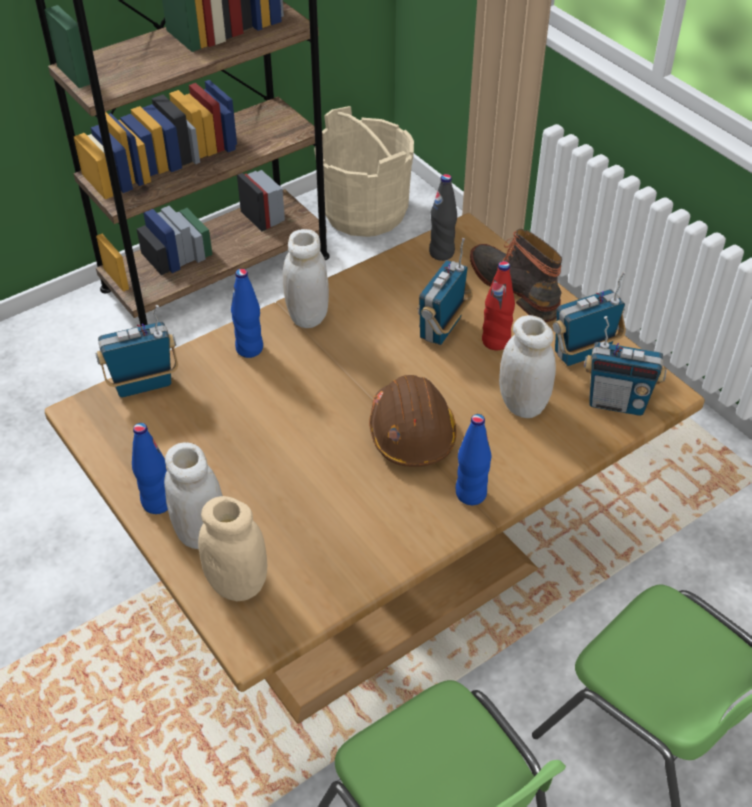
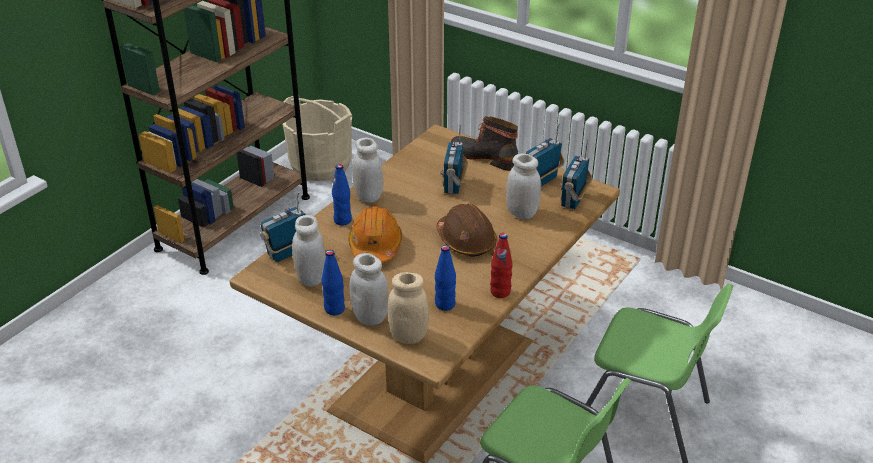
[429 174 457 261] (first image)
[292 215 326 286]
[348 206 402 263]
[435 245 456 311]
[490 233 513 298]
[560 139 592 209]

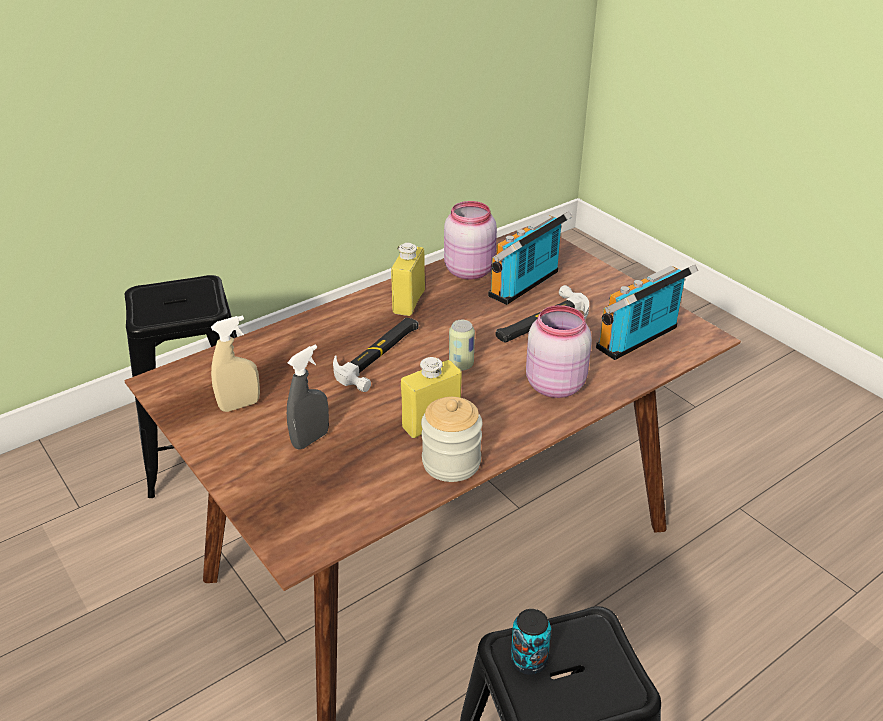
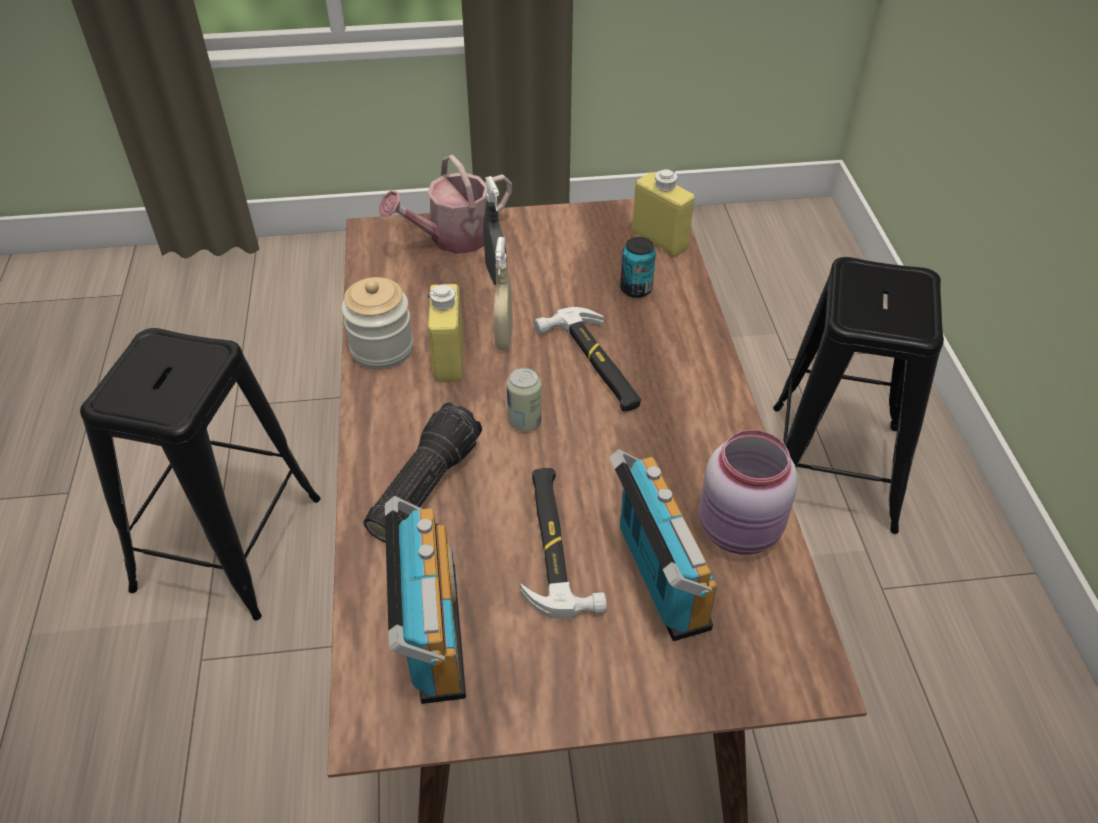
[379 155 512 254]
[494 237 513 351]
[632 169 695 257]
[620 237 656 298]
[364 403 482 542]

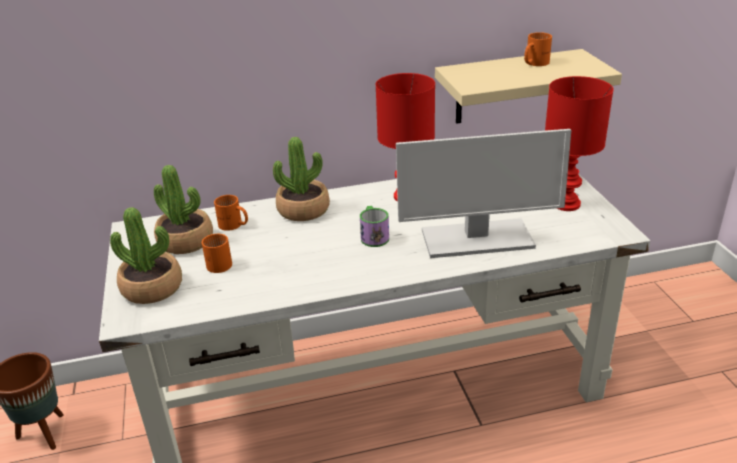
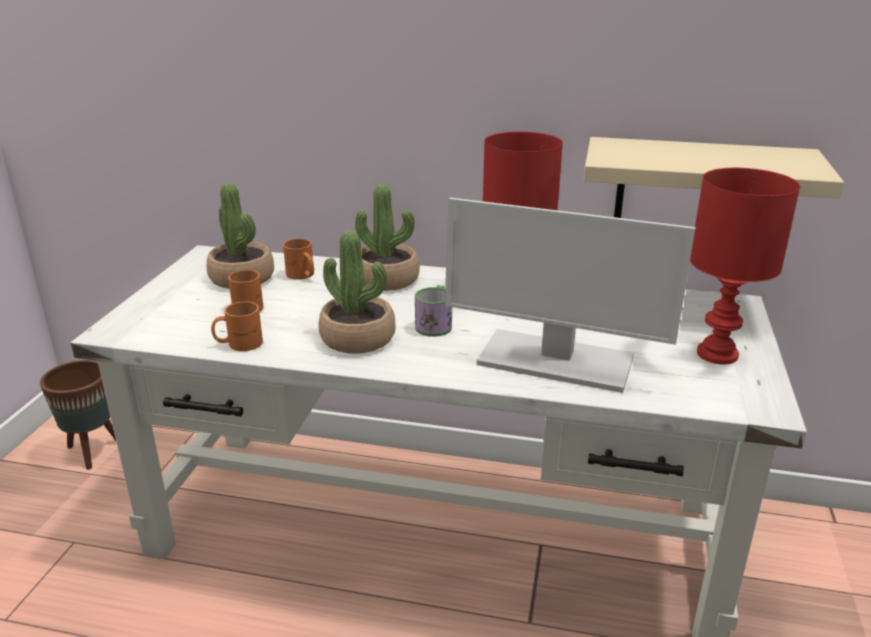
[318 230 396 353]
[211 301 263 351]

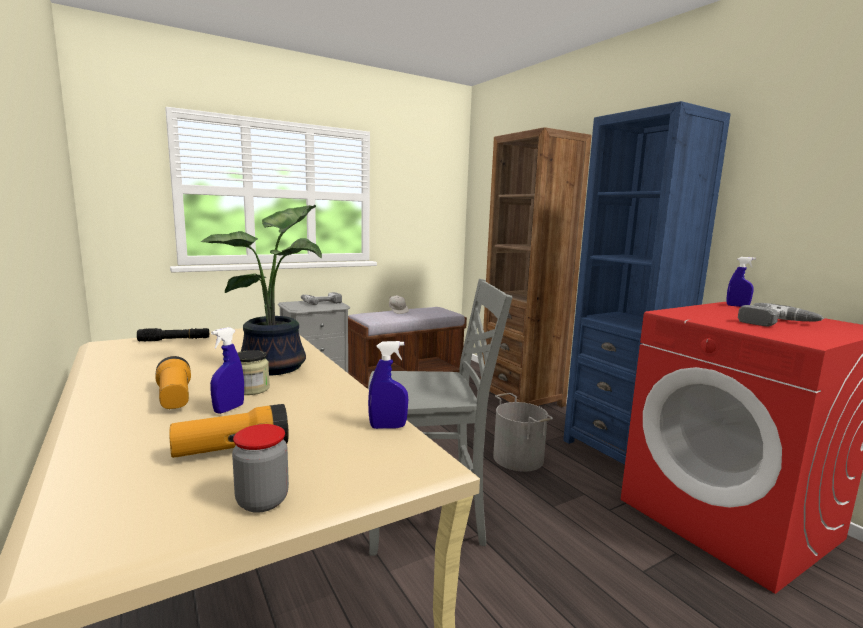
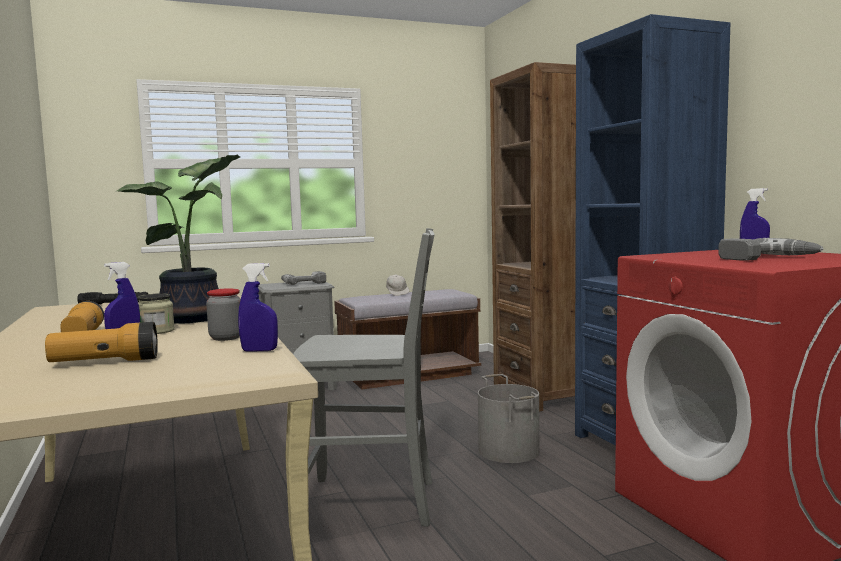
[206 288 241 341]

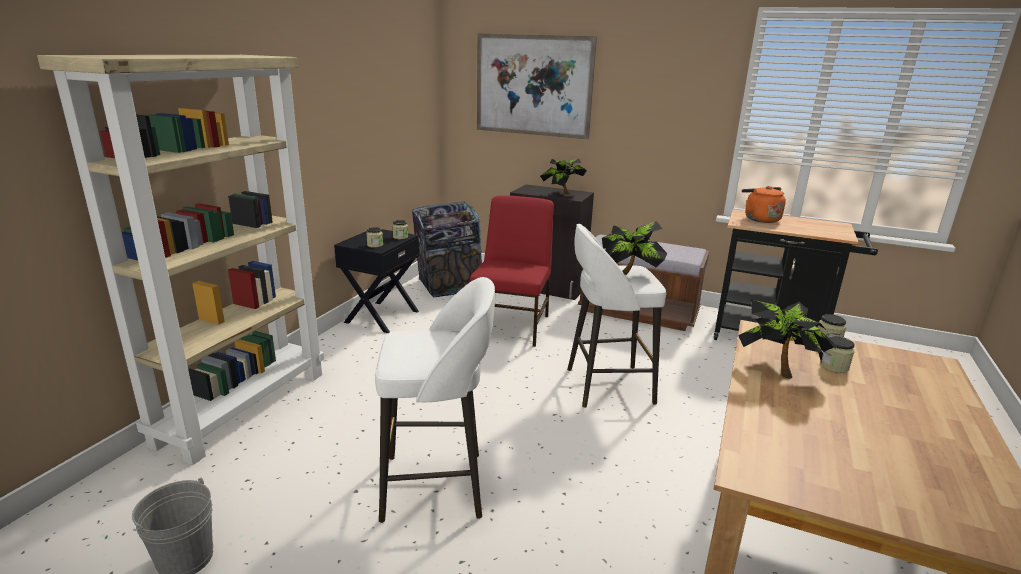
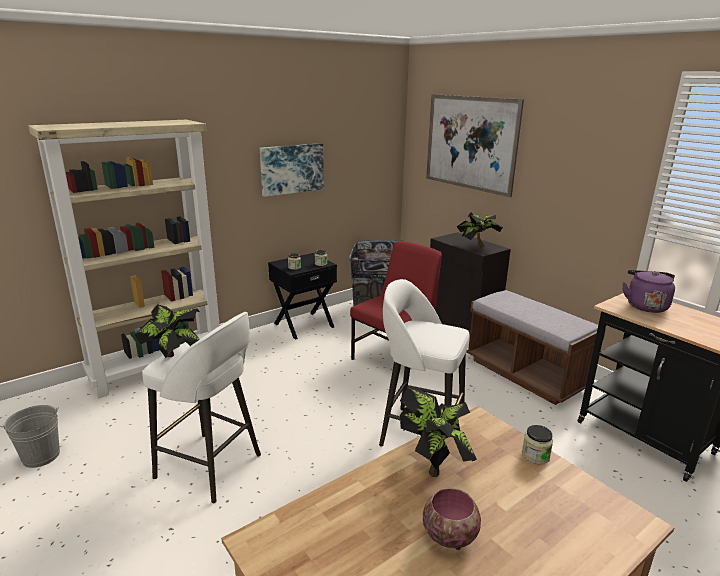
[820 336 855 373] (first image)
[260 143 324 197]
[423 488 481 550]
[135 304 200 358]
[623 270 675 313]

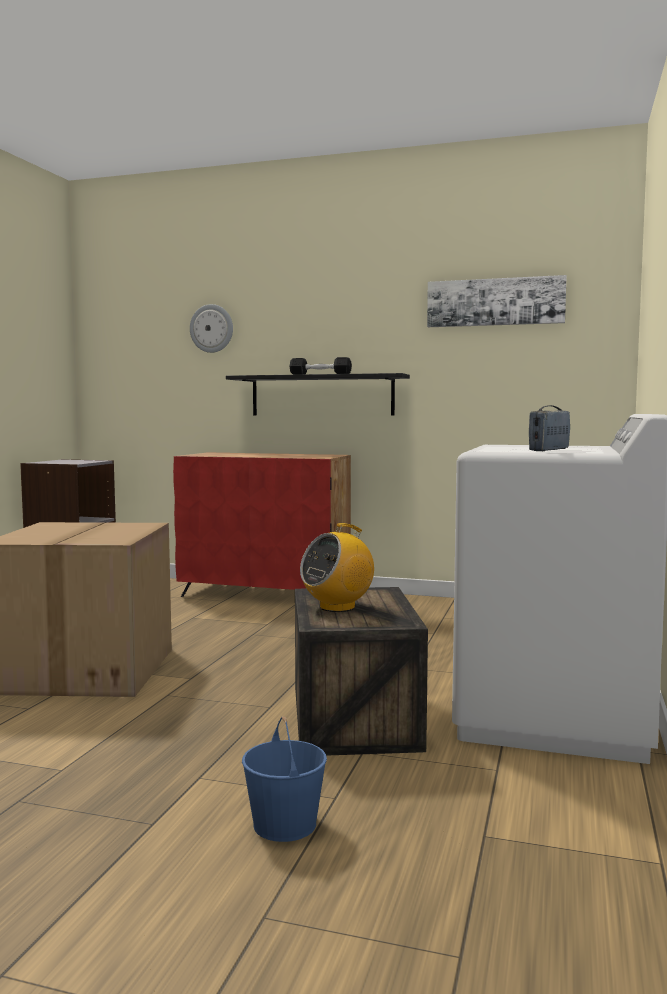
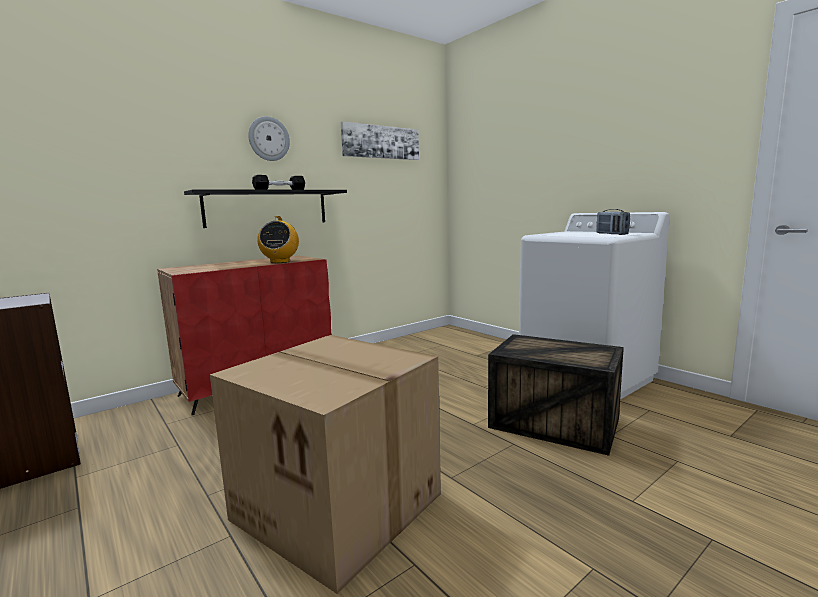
[242 716 327 842] (first image)
[248 116 290 161]
[257 216 299 263]

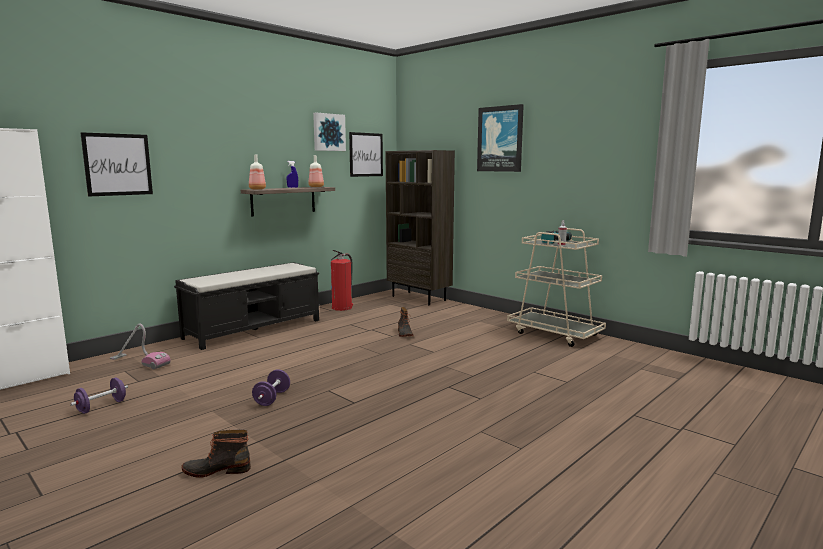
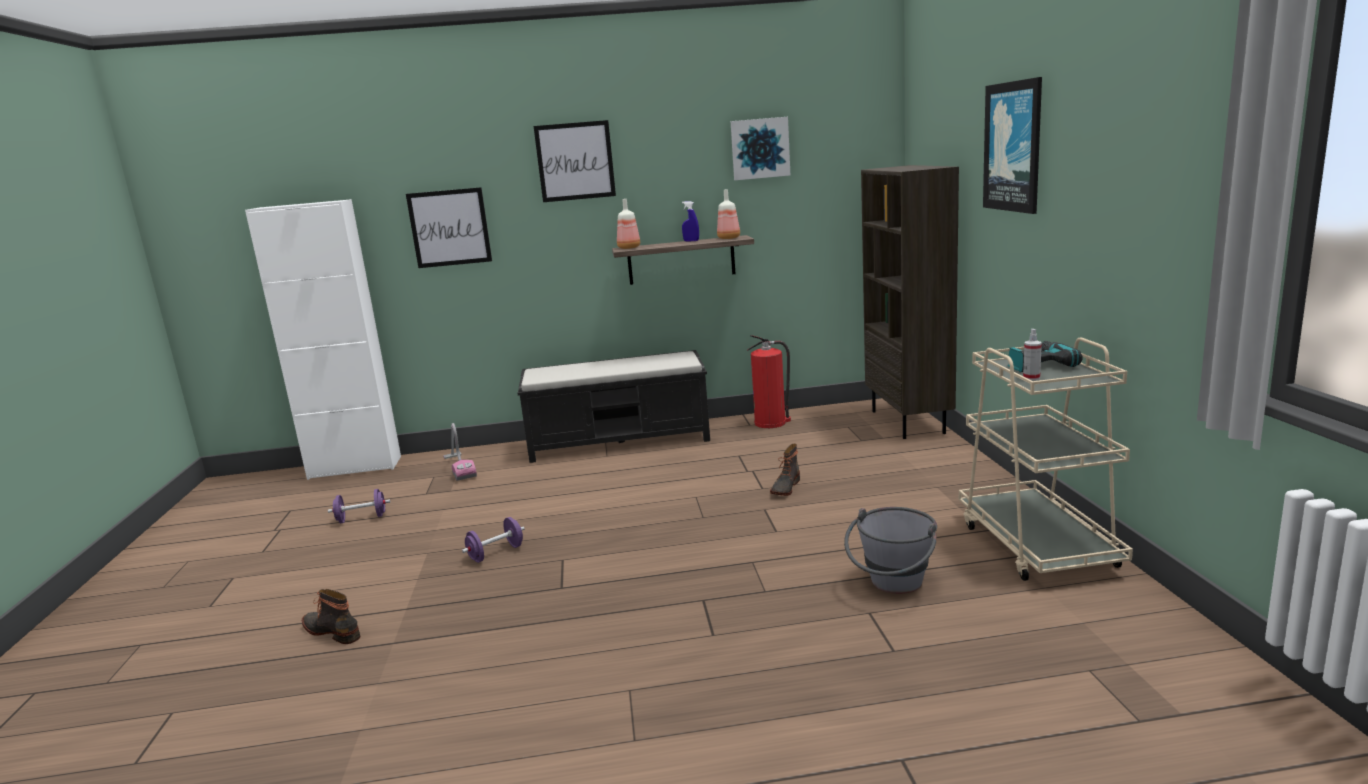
[844 507 937 594]
[534 120 616 202]

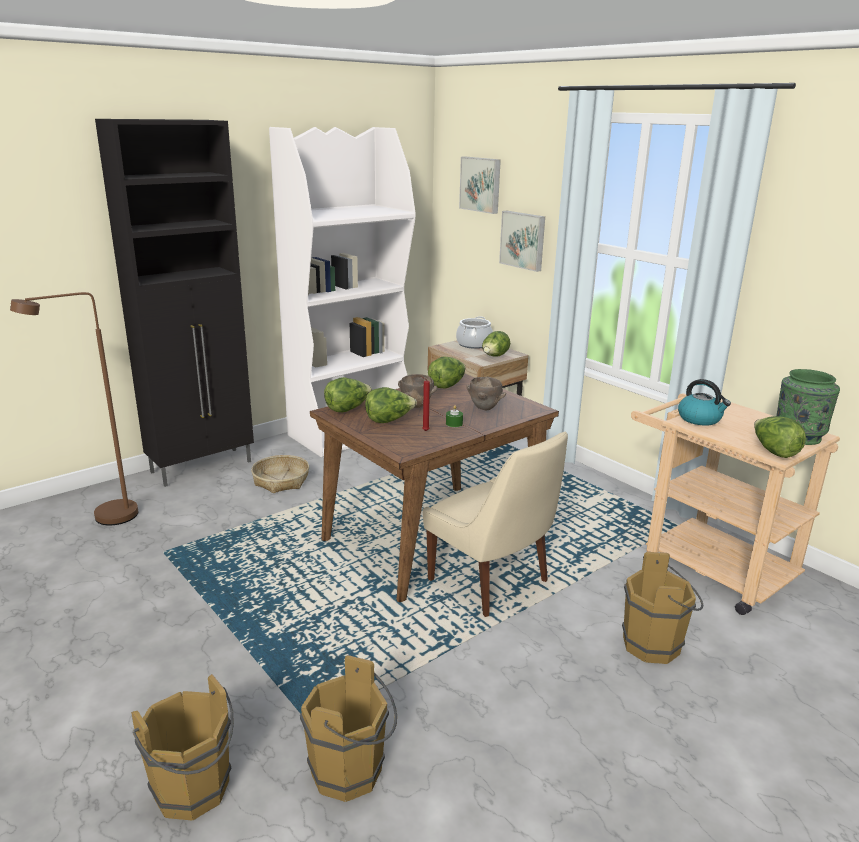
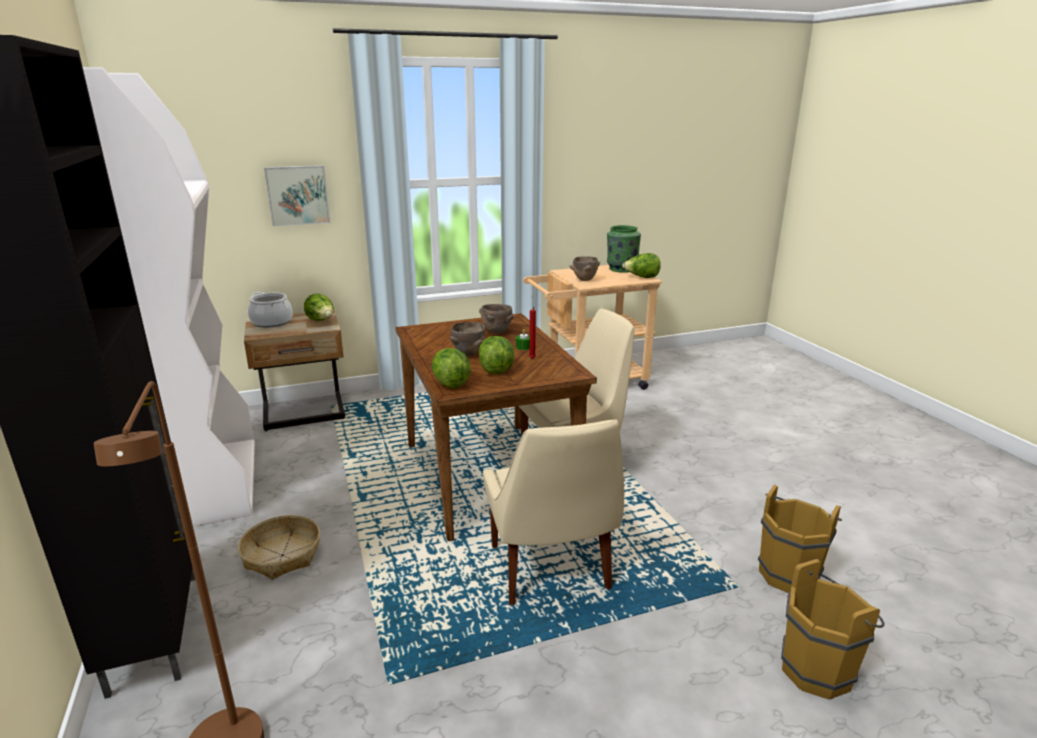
[428 357 466 388] (first image)
[459 157 501 214] (first image)
[622 552 703 664] (first image)
[483 420 624 605]
[570 256 600 281]

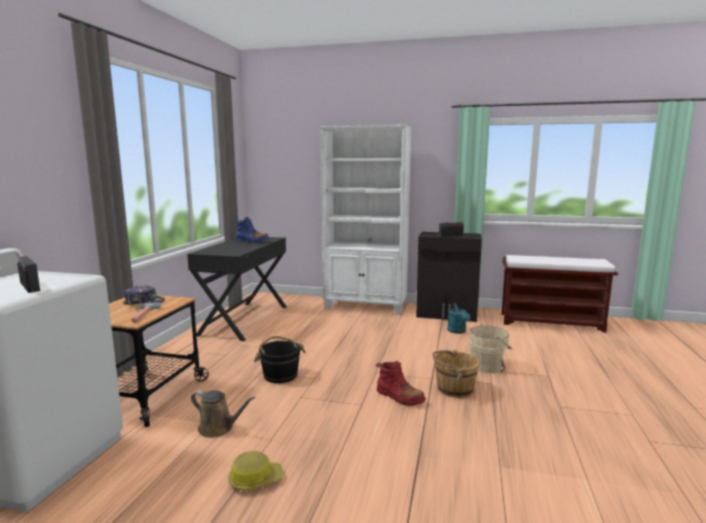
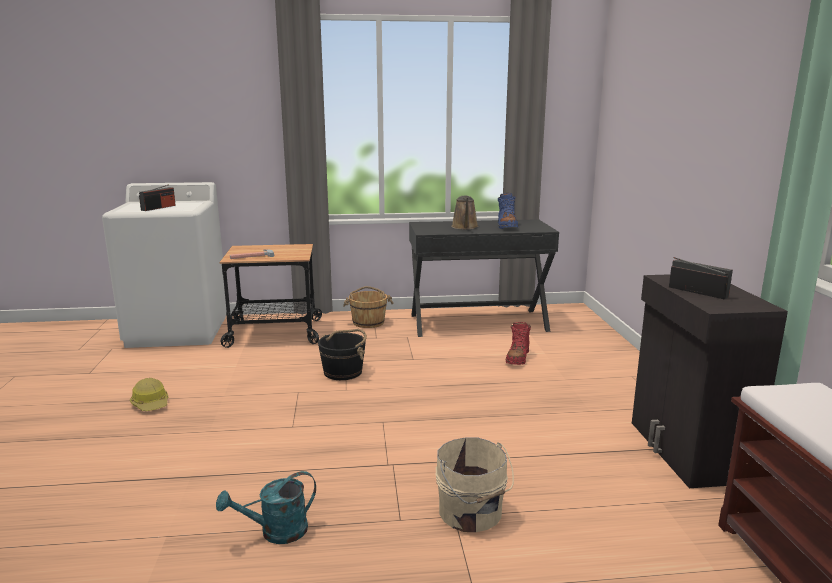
[123 285 165 305] (first image)
[321 124 411 315] (first image)
[451 195 479 230]
[506 322 531 365]
[343 286 394 328]
[216 471 316 544]

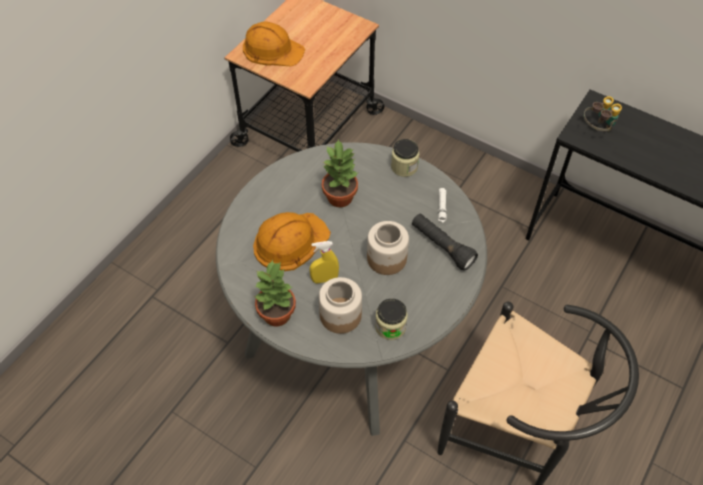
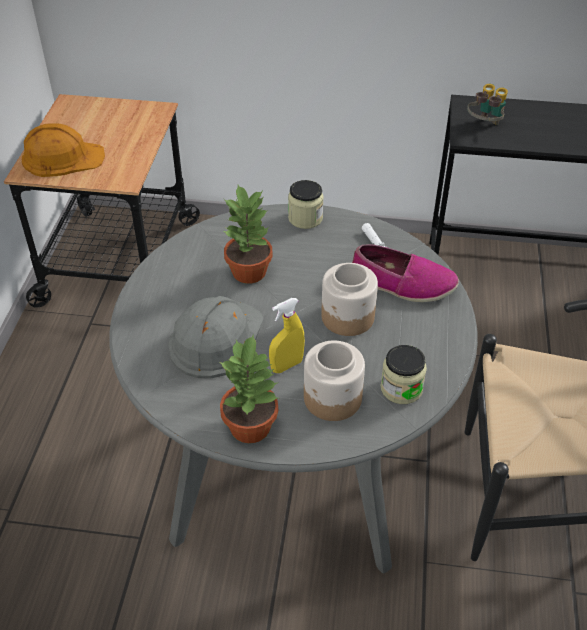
[352 244 459 302]
[168 296 264 379]

